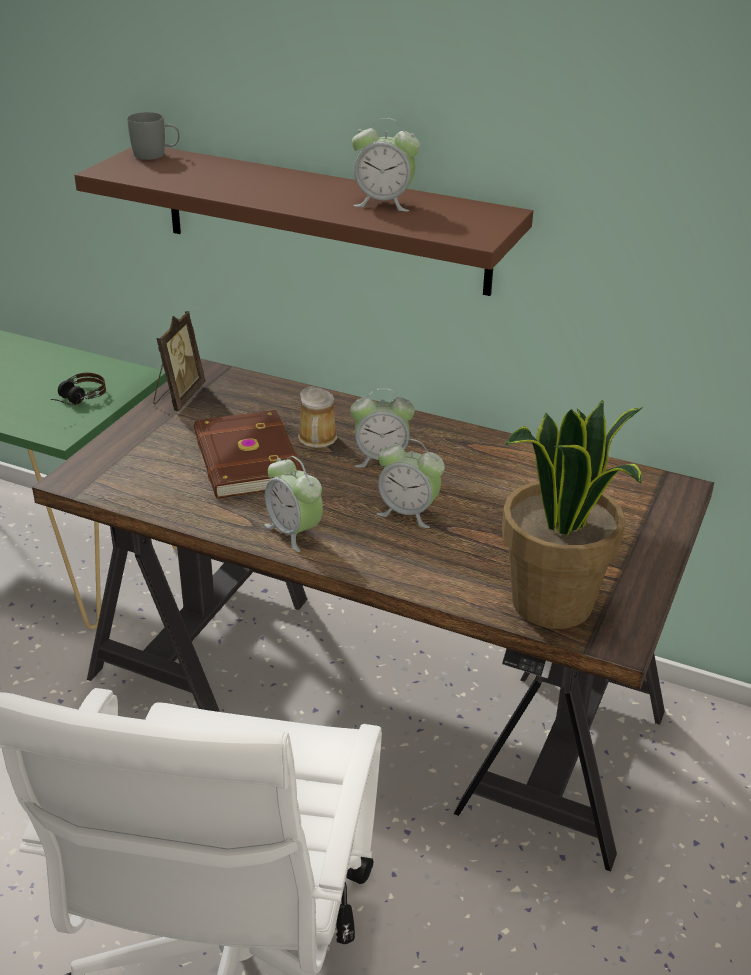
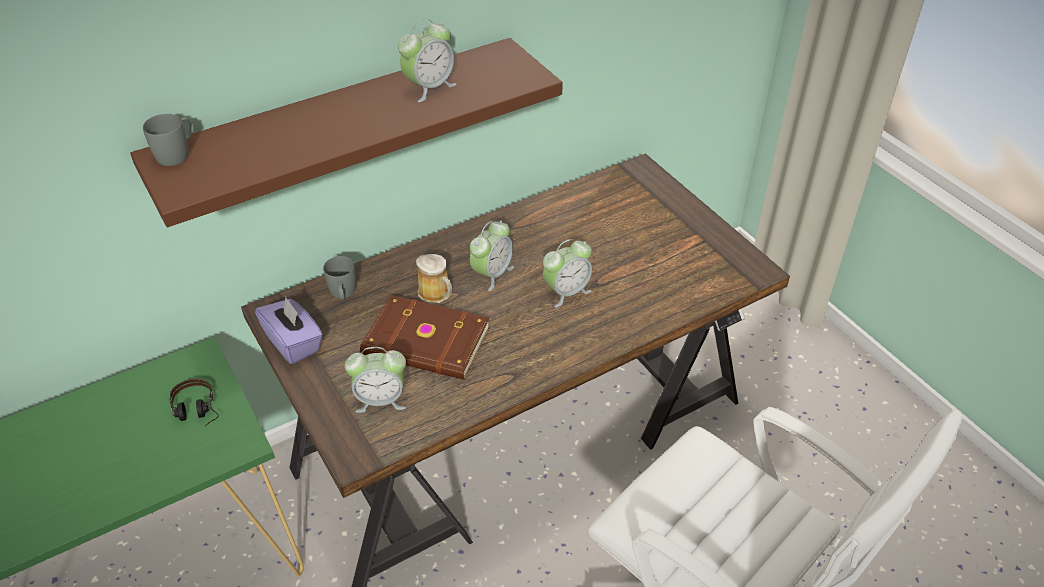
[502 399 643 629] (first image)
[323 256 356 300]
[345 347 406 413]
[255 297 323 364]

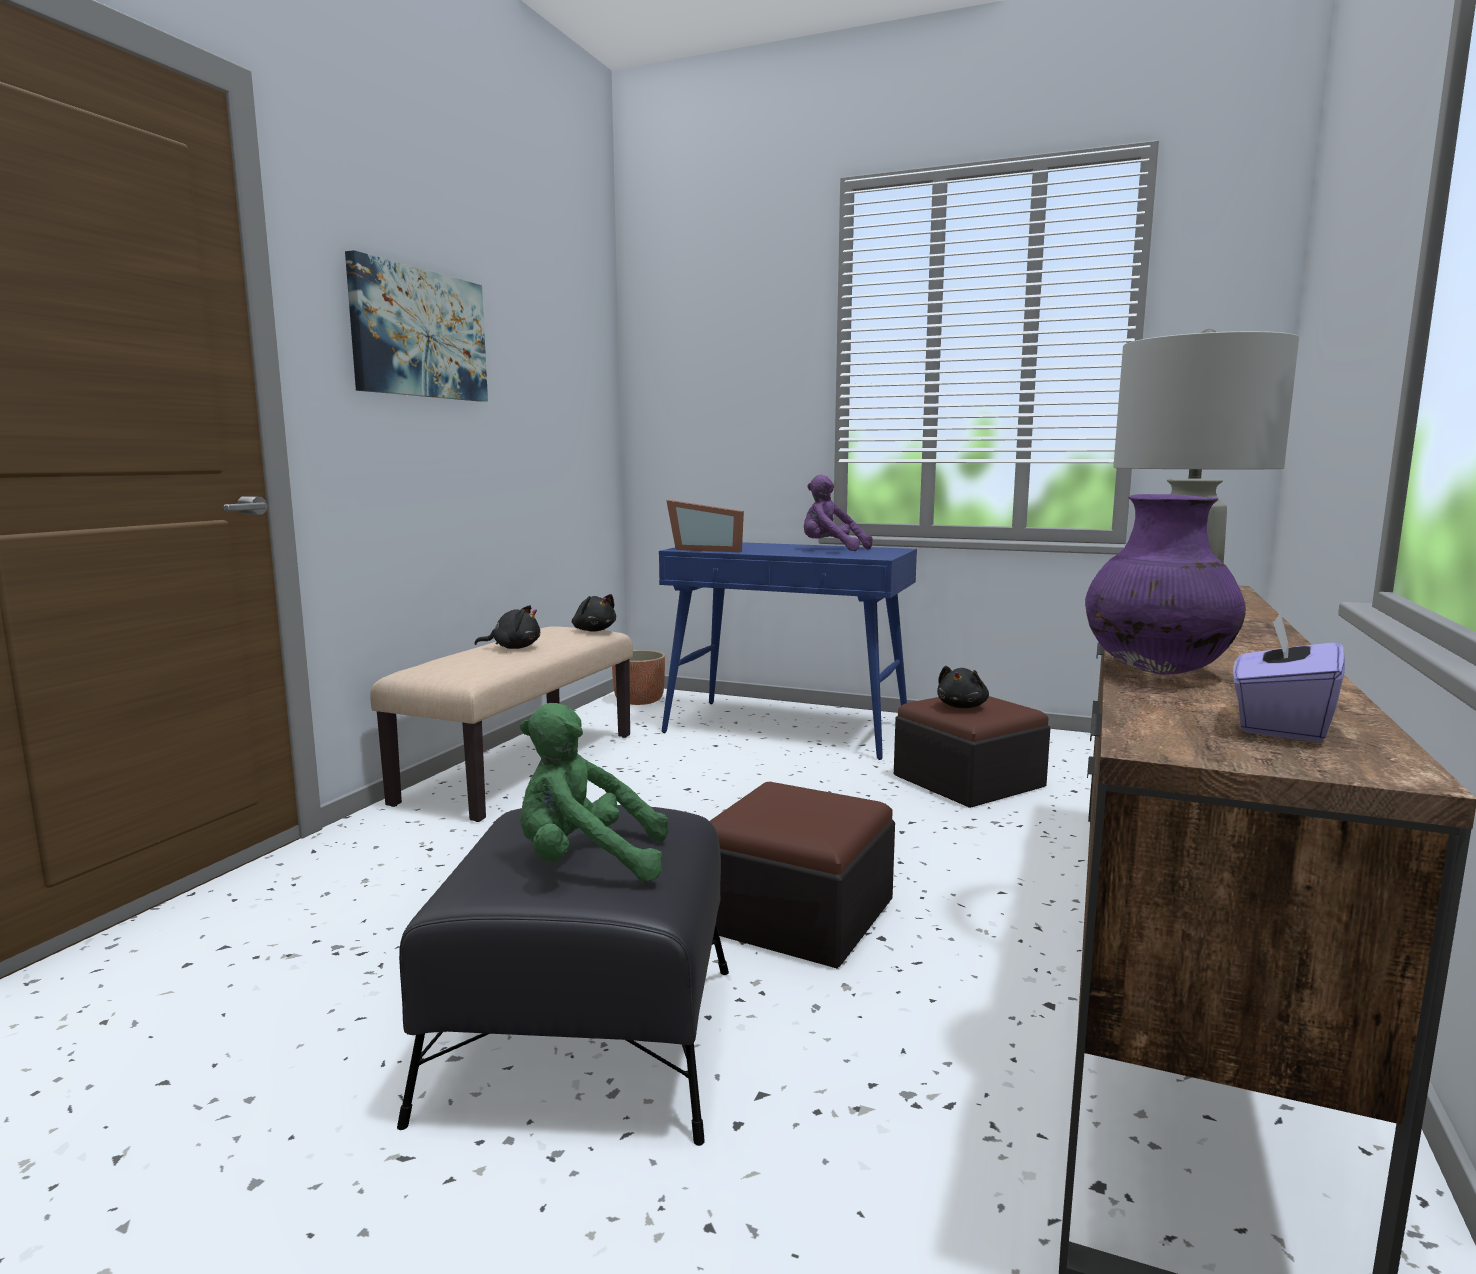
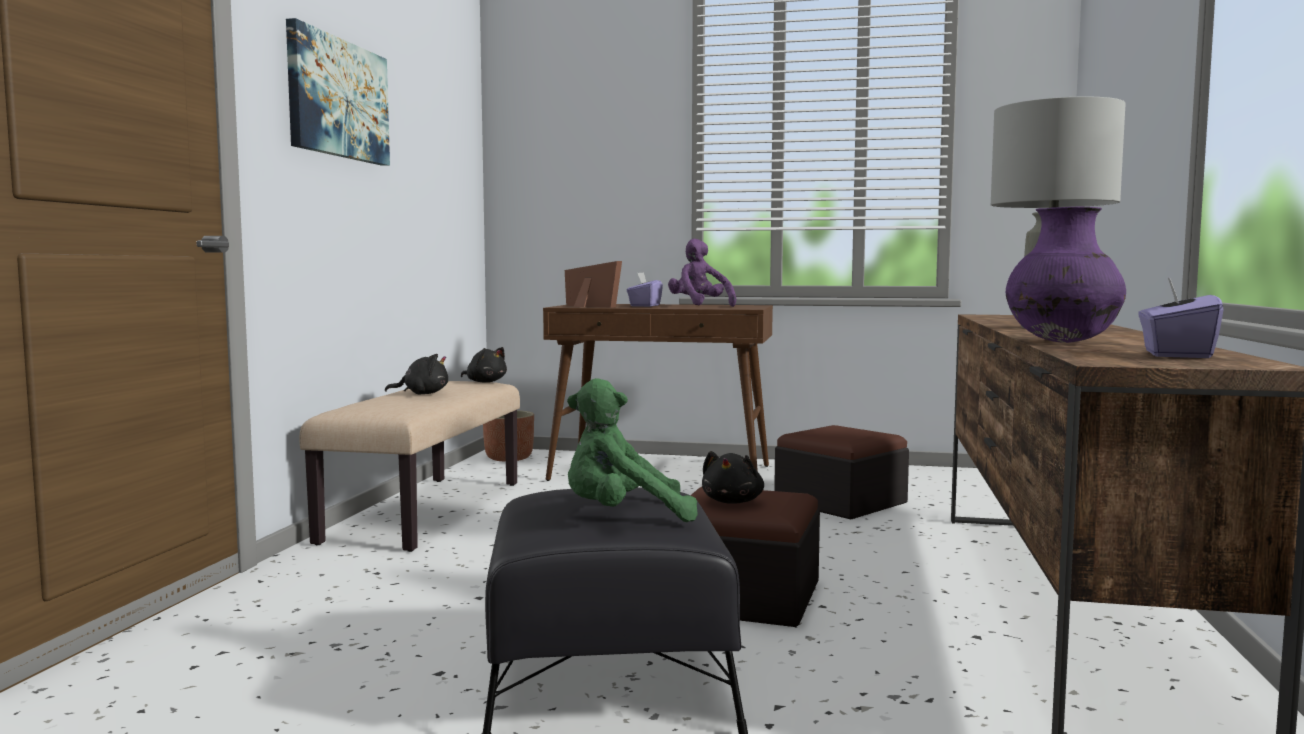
[627 272 663 307]
[702 451 764 504]
[543 304 773 481]
[565 261 622 308]
[668 239 736 307]

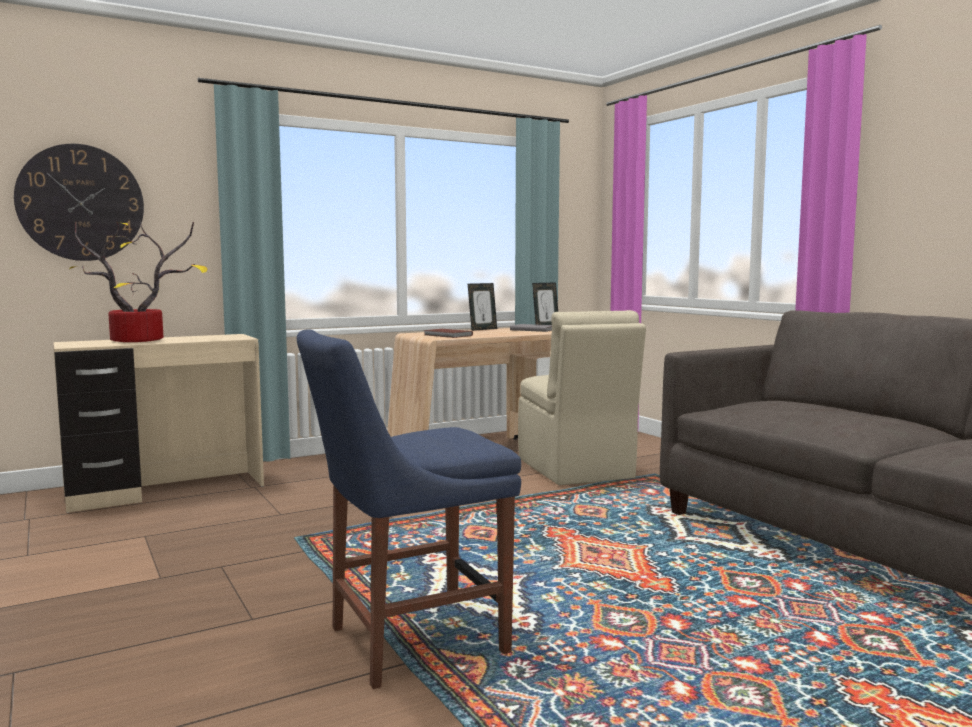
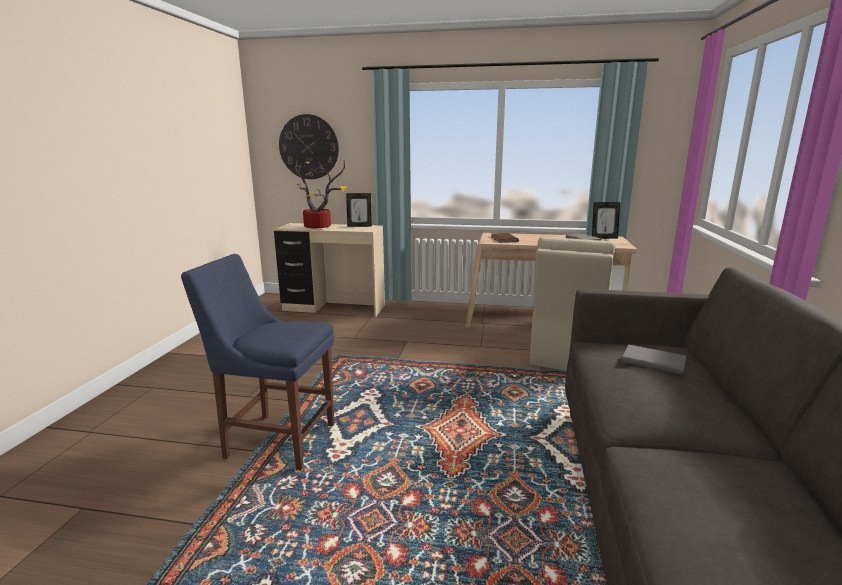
[622 345 686 375]
[346 193 372 227]

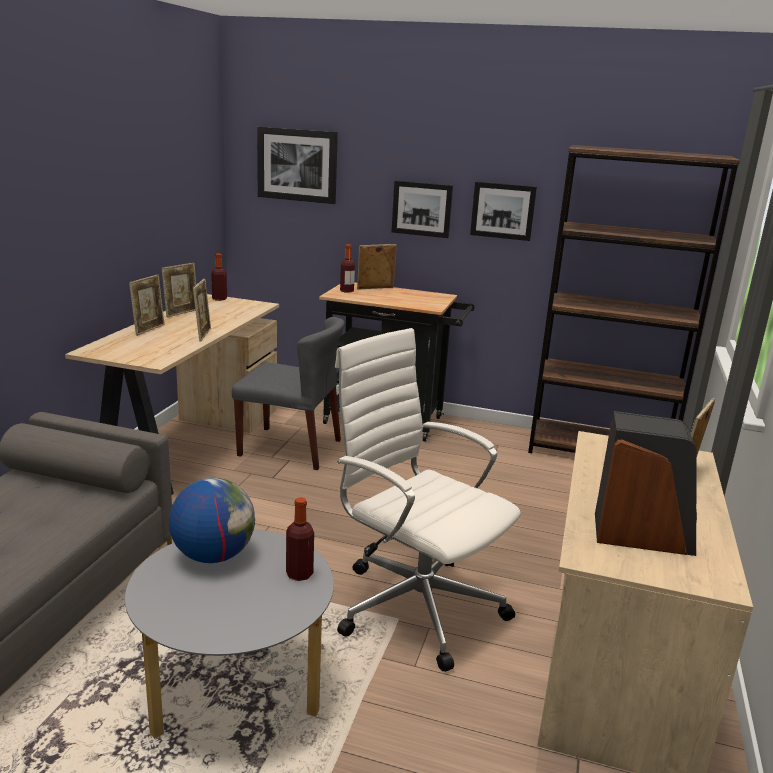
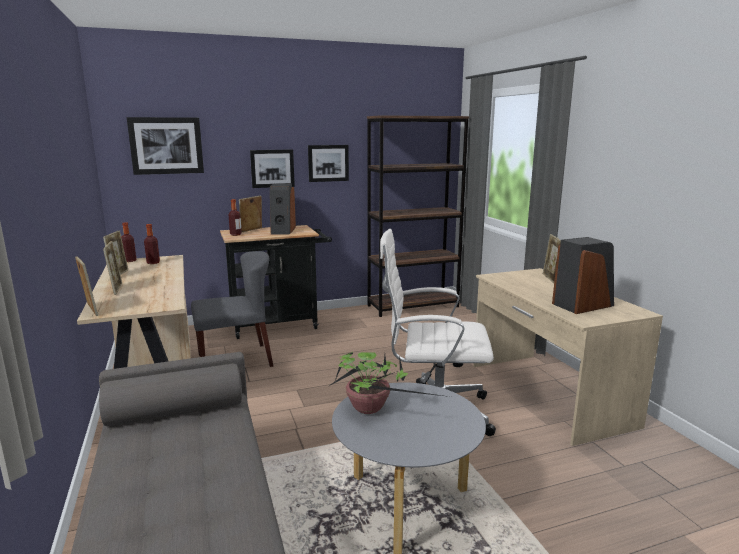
[270 183 296 234]
[75 256 98 316]
[144 224 160 264]
[329 352 449 414]

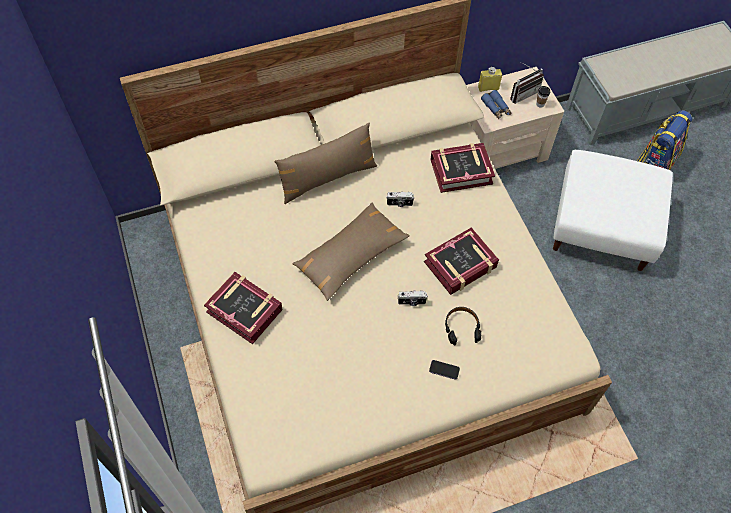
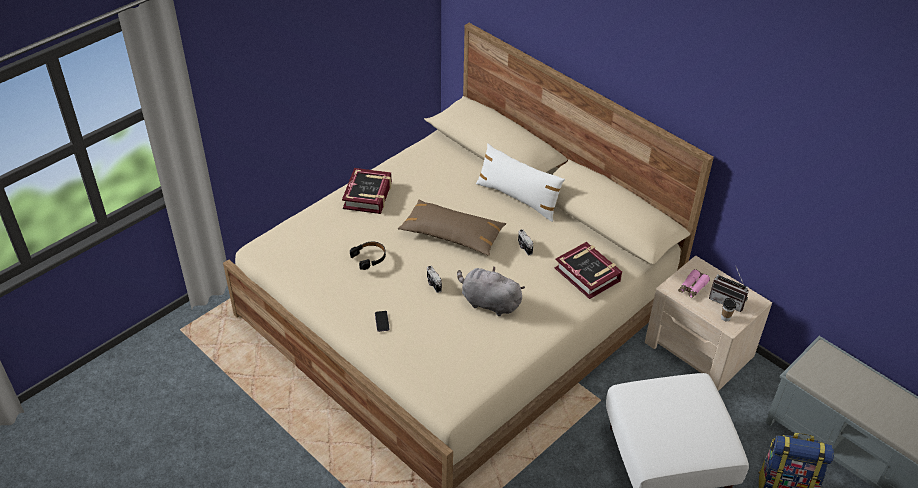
[478 67 502 92] (first image)
[350 241 386 270]
[457 266 525 316]
[476 143 565 222]
[678 269 710 298]

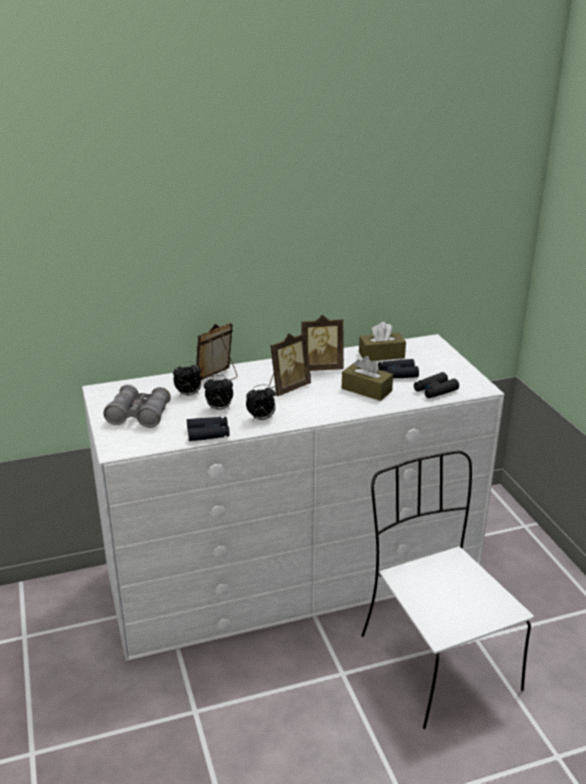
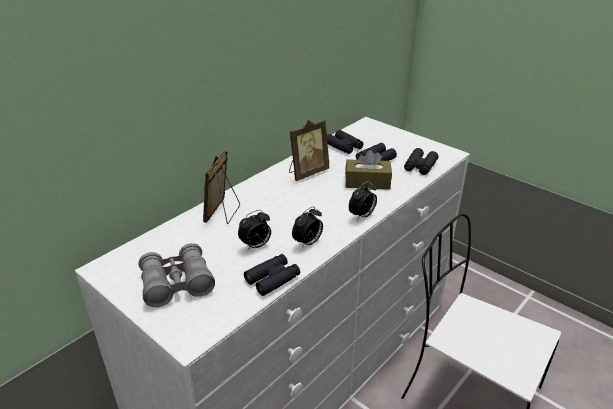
[269 333 311 396] (first image)
[349 181 377 220]
[327 130 363 154]

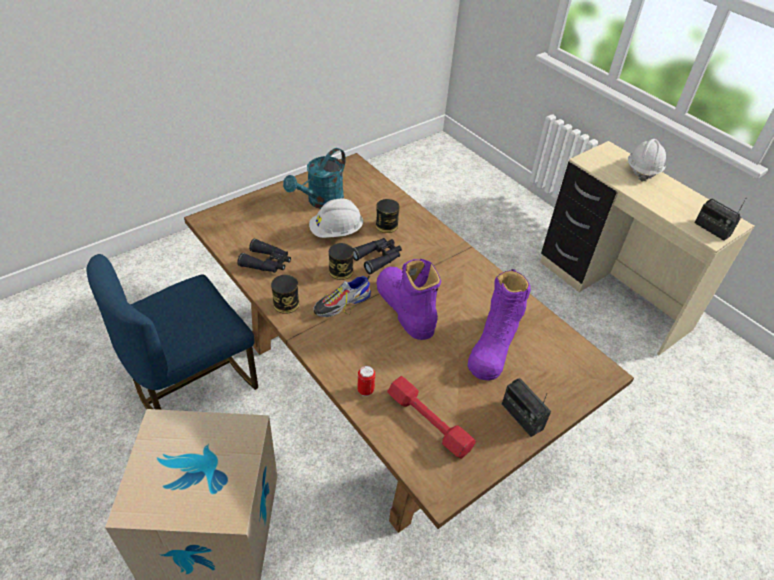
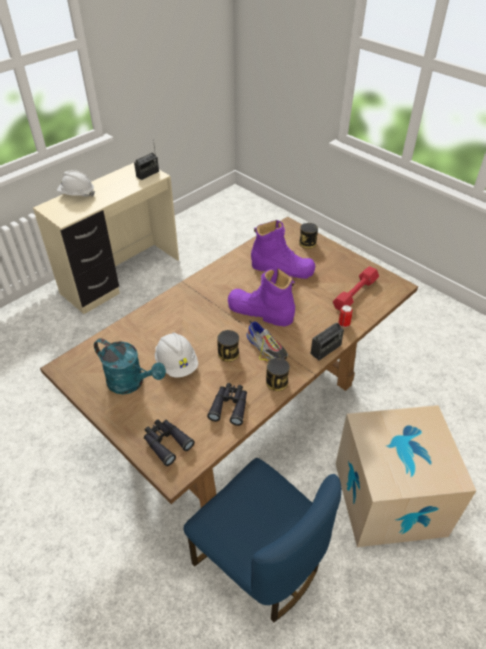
[144 419 195 466]
[299 223 318 249]
[311 312 345 361]
[228 268 295 327]

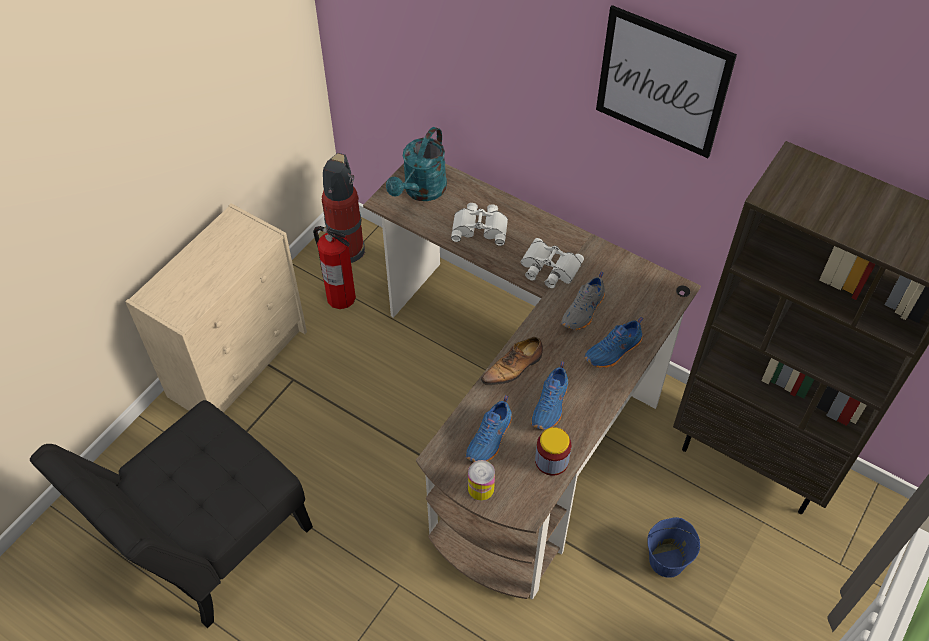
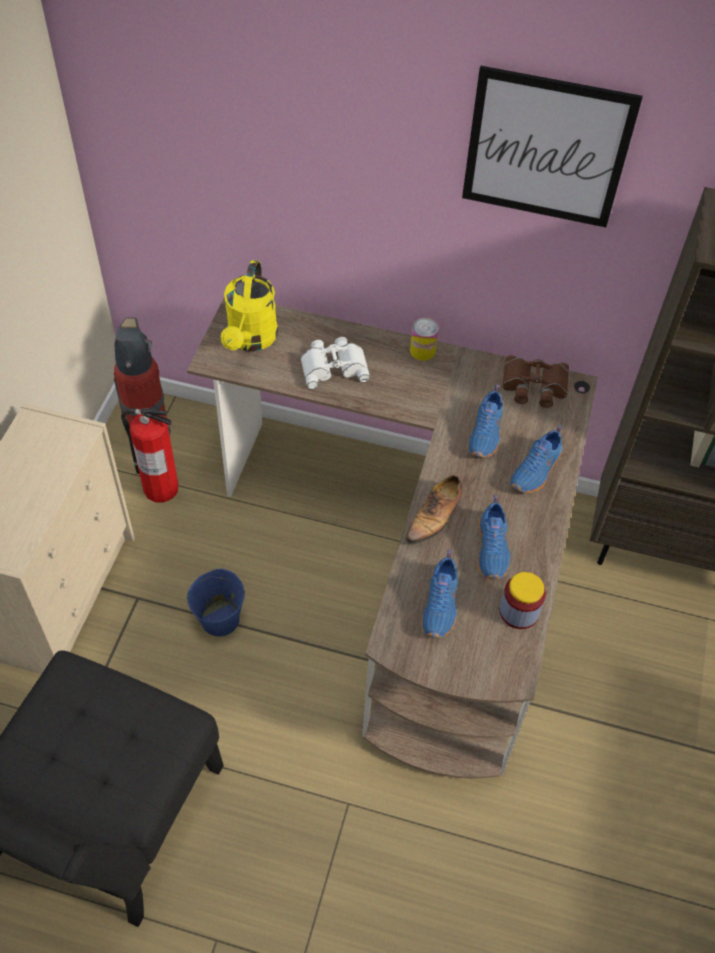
[521 238 584 288] (first image)
[502 355 569 408]
[410 318 439 361]
[187 568 245 636]
[221 260 278 351]
[467 385 503 457]

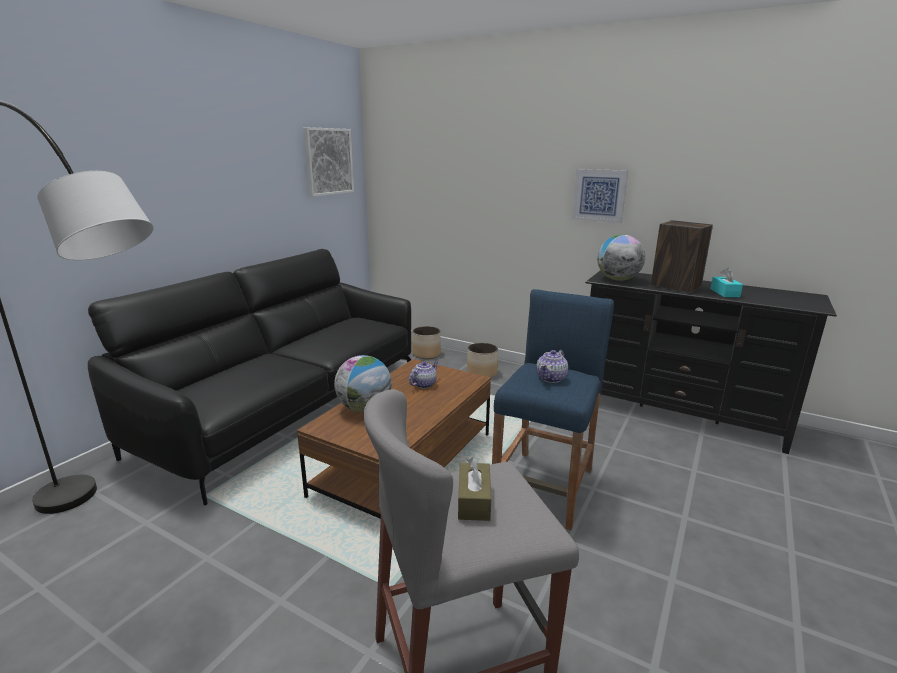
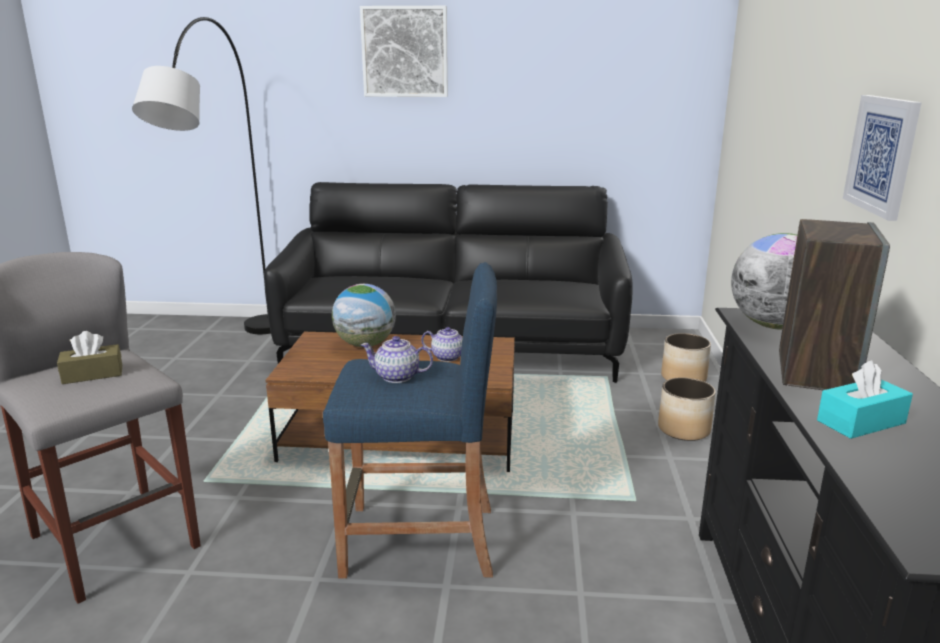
[360 6 448 97]

